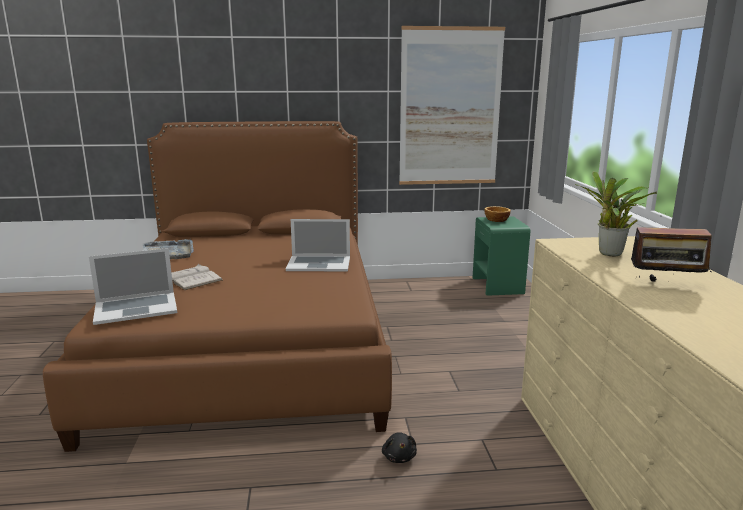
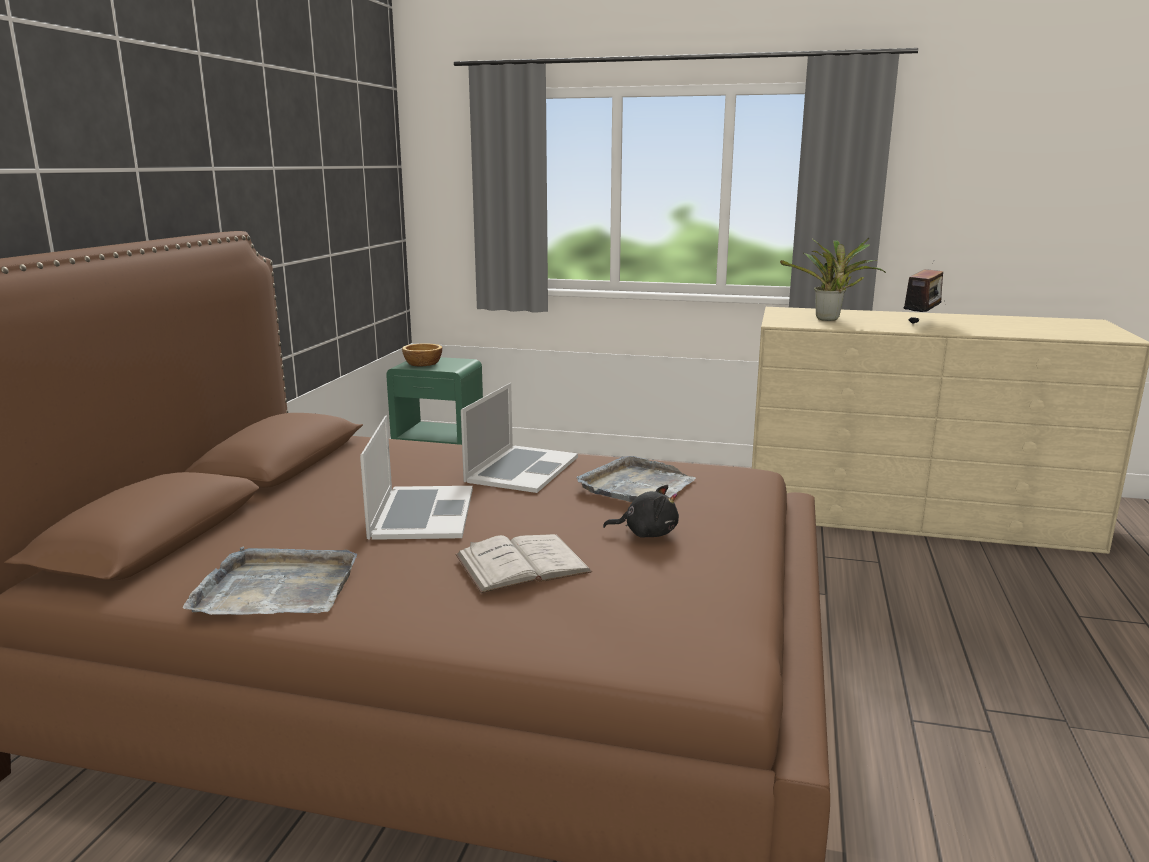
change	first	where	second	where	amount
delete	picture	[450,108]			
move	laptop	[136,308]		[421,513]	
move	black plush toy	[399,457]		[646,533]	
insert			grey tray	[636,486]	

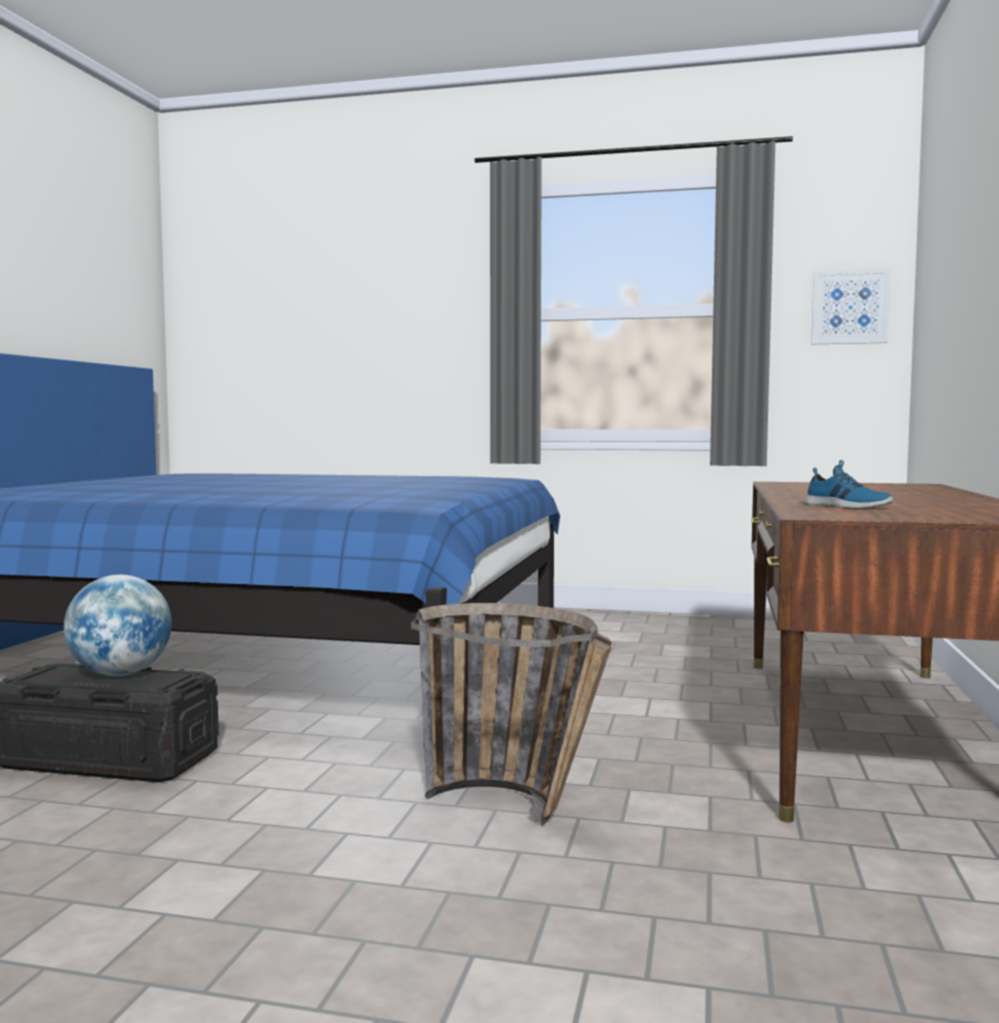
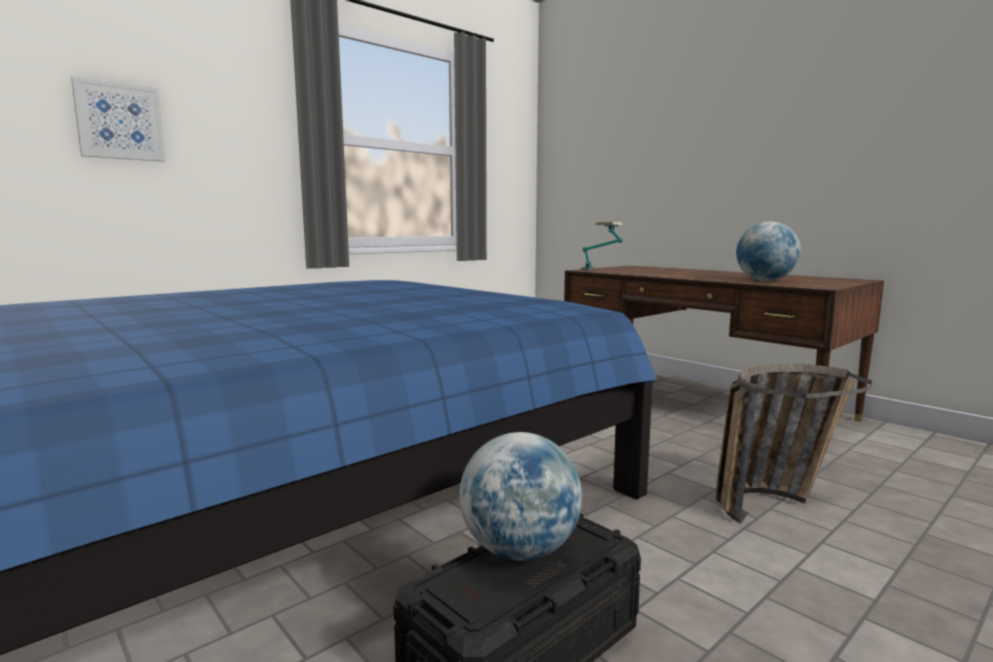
change	first	where	second	where	amount
move	picture	[850,307]		[120,121]	
replace	shoe	[846,506]	globe	[765,281]	
insert			table lamp	[601,271]	

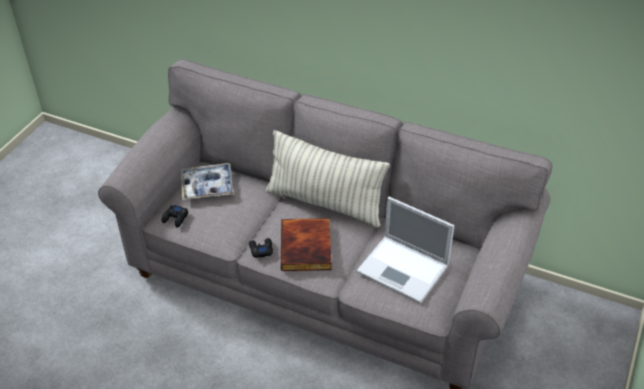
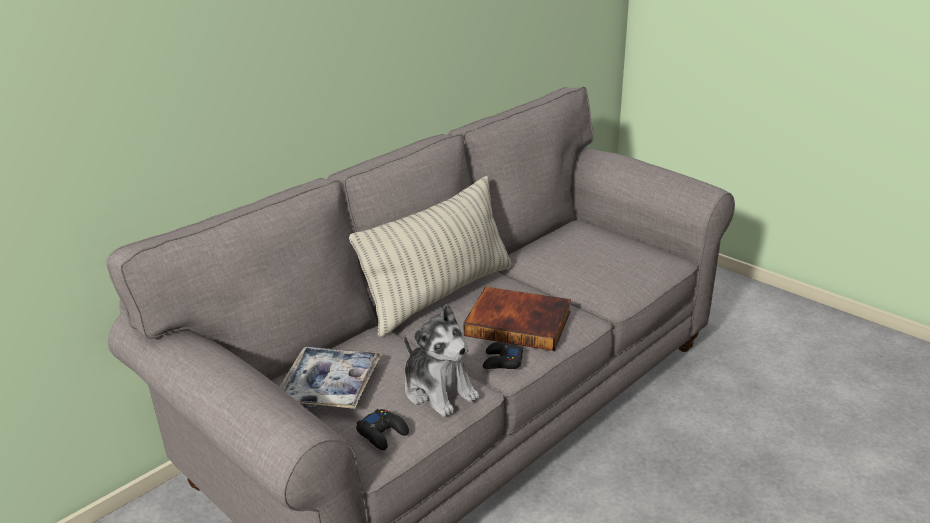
change	first	where	second	where	amount
delete	laptop	[404,269]			
insert			plush toy	[439,390]	

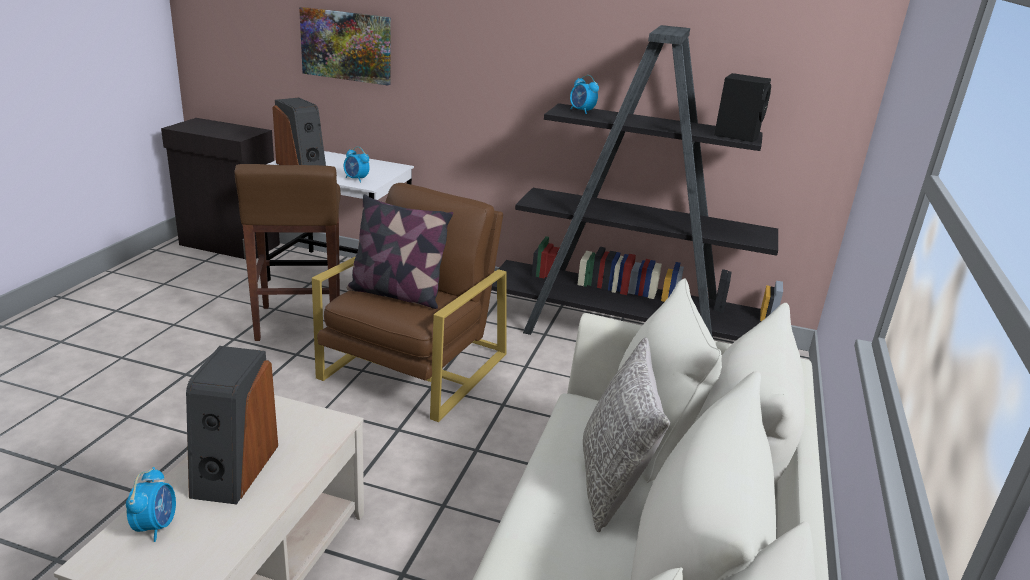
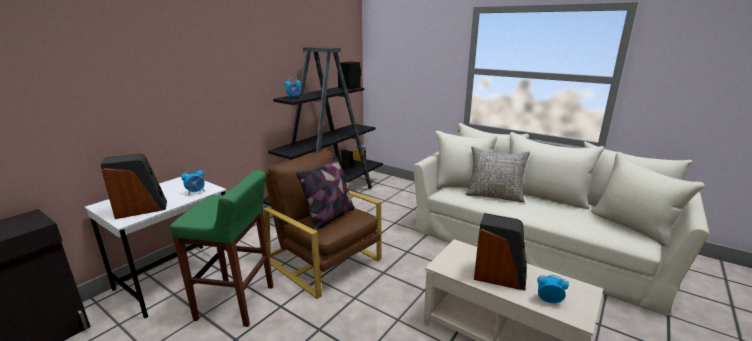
change	first	where	second	where	amount
delete	picture	[346,45]			
recolor	brown stool	[298,323]	green stool	[237,303]	

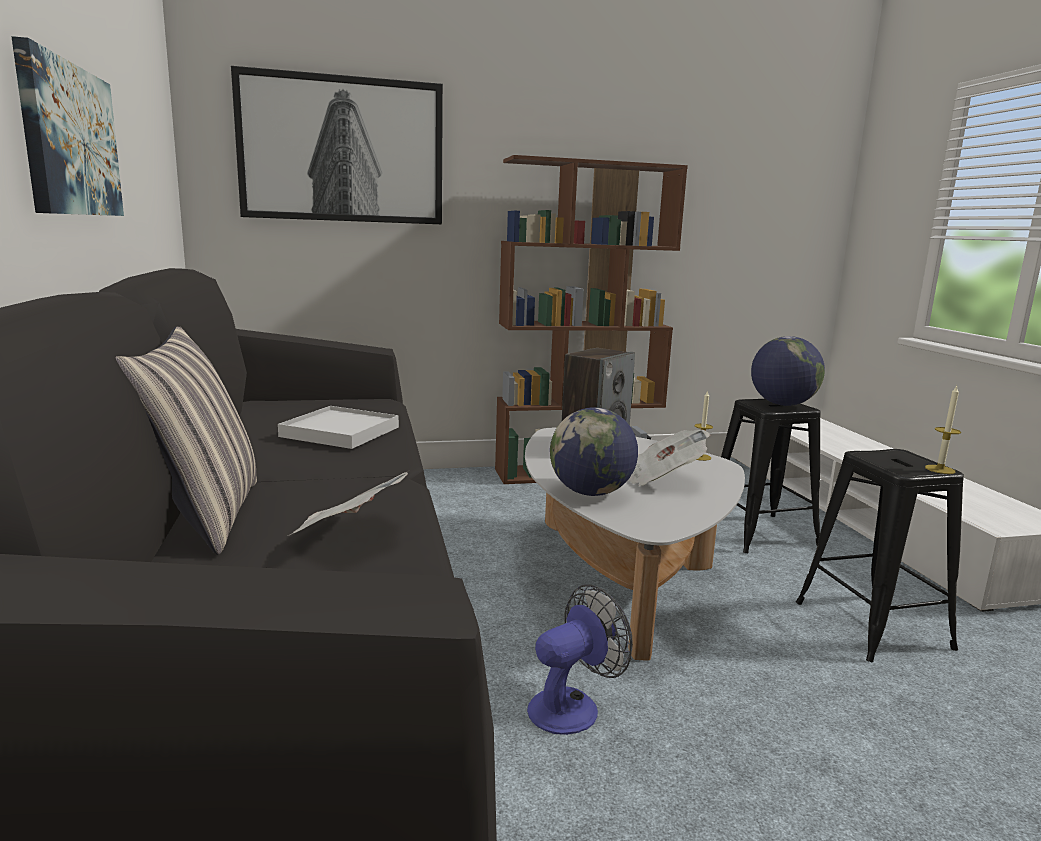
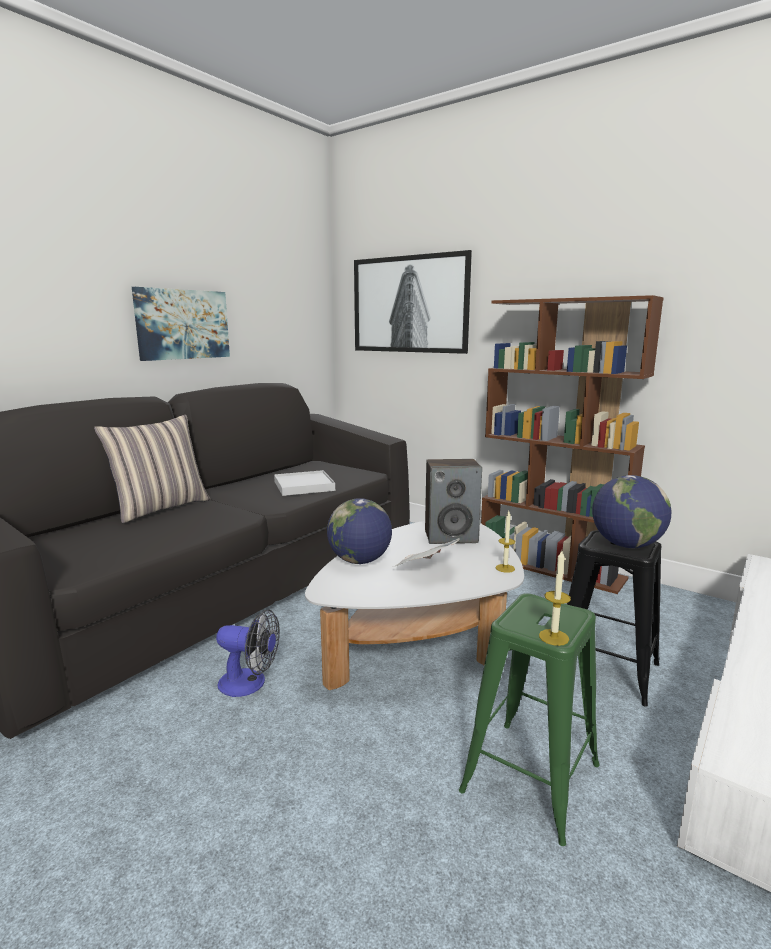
change	first	where	second	where	amount
recolor	black stool	[871,624]	green stool	[531,777]	
delete	newspaper	[348,534]			

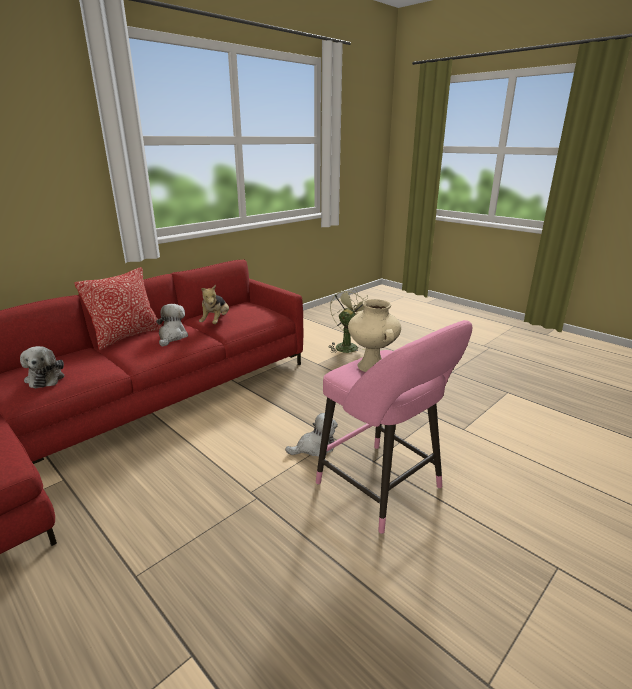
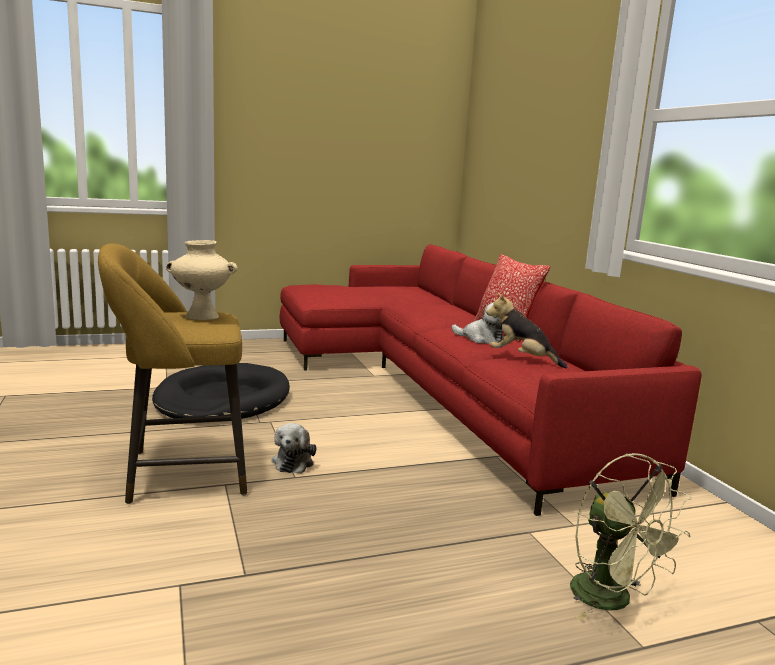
change	first	where	second	where	amount
recolor	pink stool	[384,489]	yellow stool	[179,473]	
delete	plush toy	[46,378]			
insert			black dog bed	[222,399]	

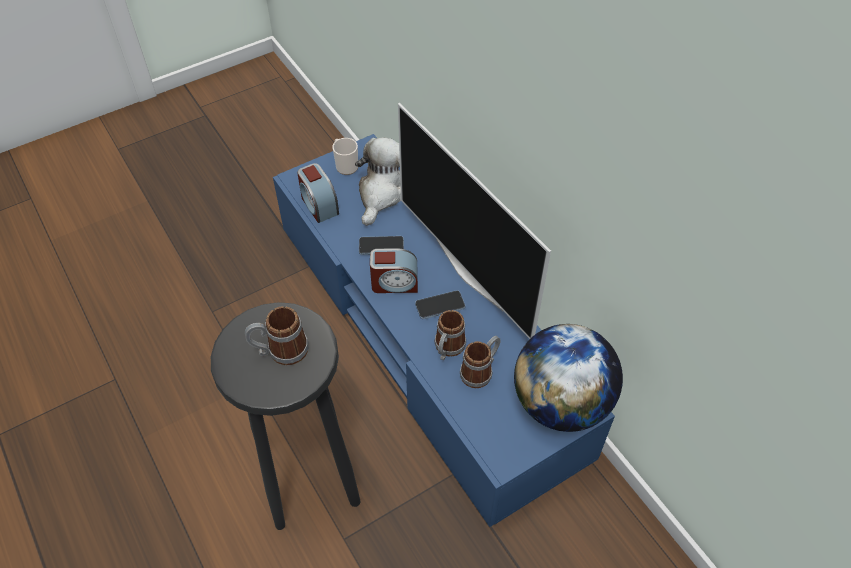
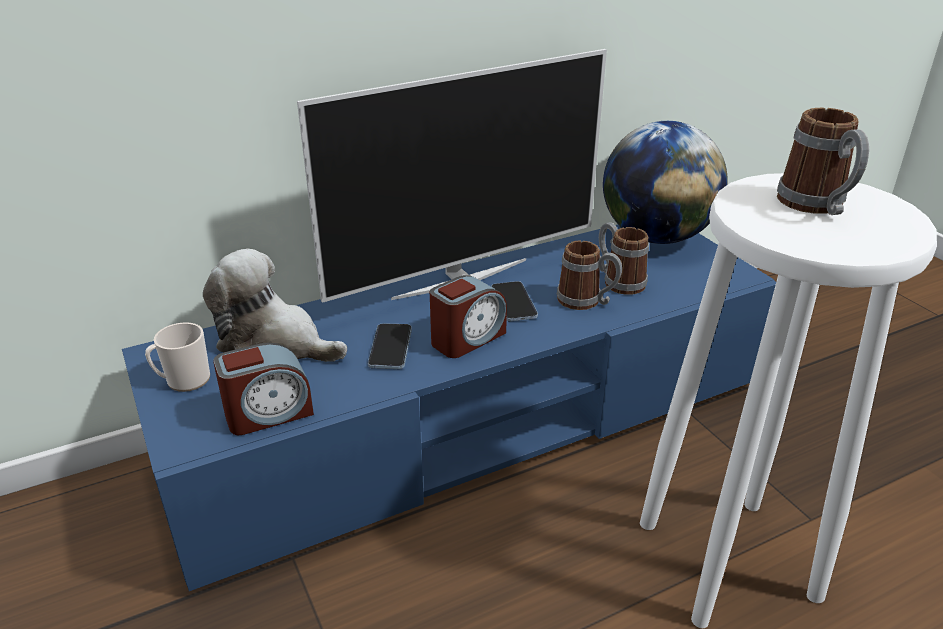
change	first	where	second	where	amount
rotate	alarm clock	[394,283]		[467,338]	45 degrees clockwise
recolor	black stool	[309,480]	white stool	[730,558]	

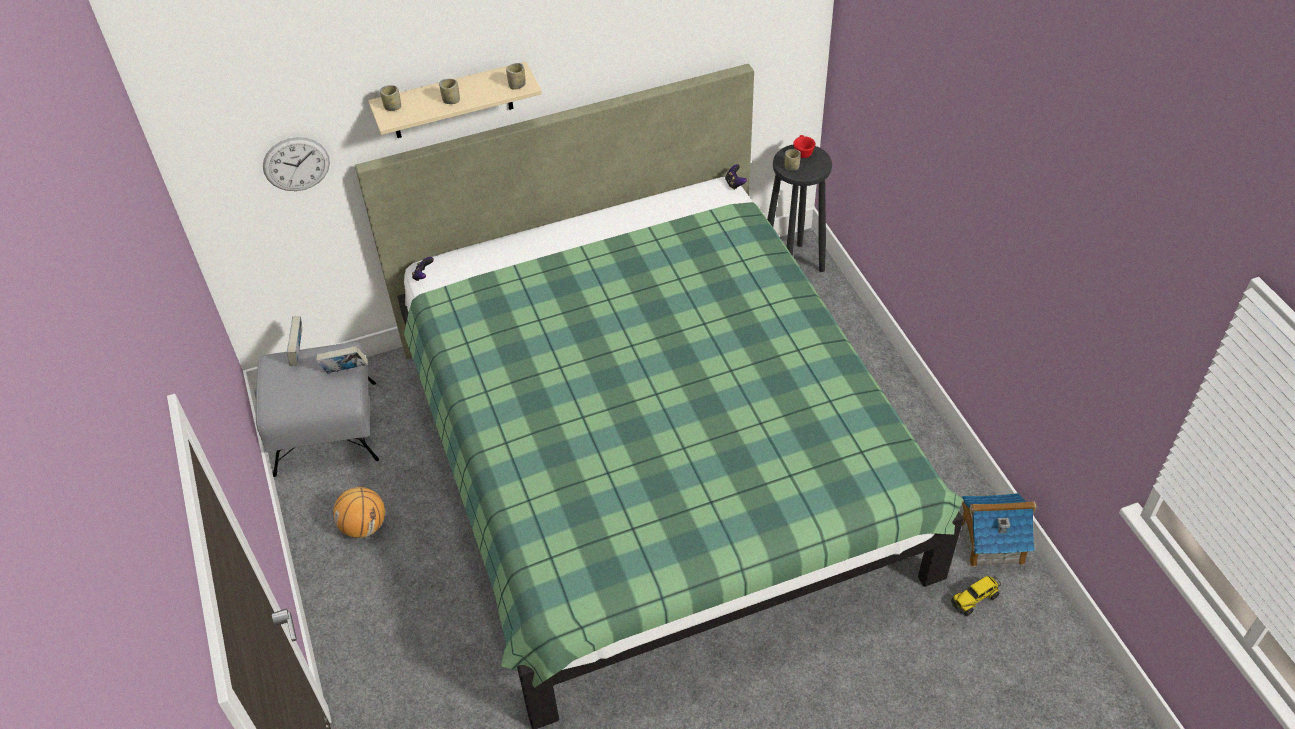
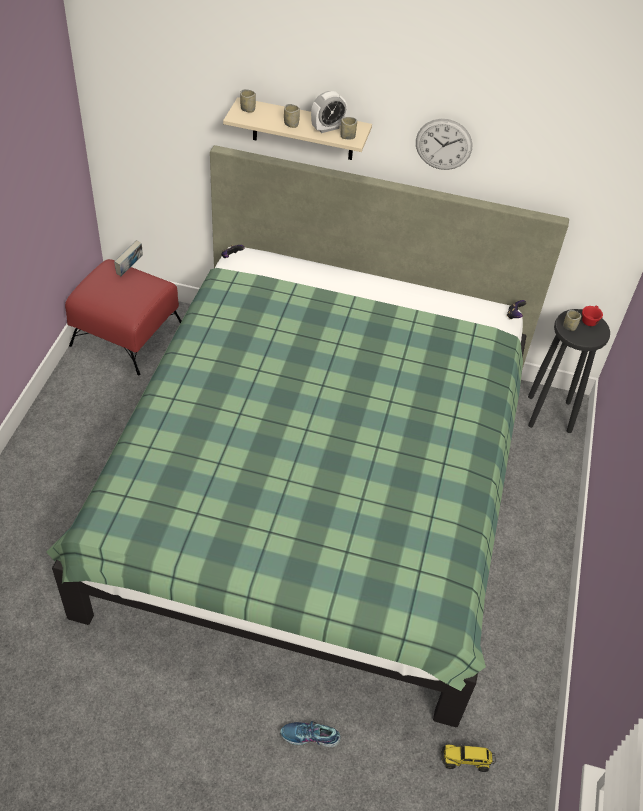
change	first	where	second	where	amount
move	wall clock	[296,164]		[443,144]	
recolor	grey ottoman	[327,428]	red ottoman	[127,335]	
delete	book	[345,371]			
delete	basketball	[364,526]			
delete	toy house	[991,541]			
insert			alarm clock	[327,128]	
insert			shoe	[310,737]	

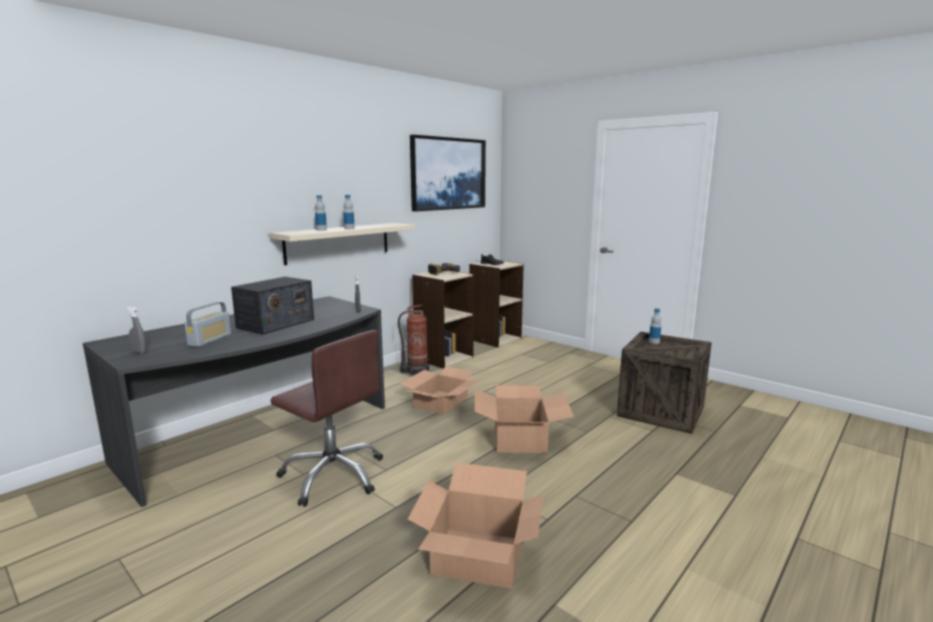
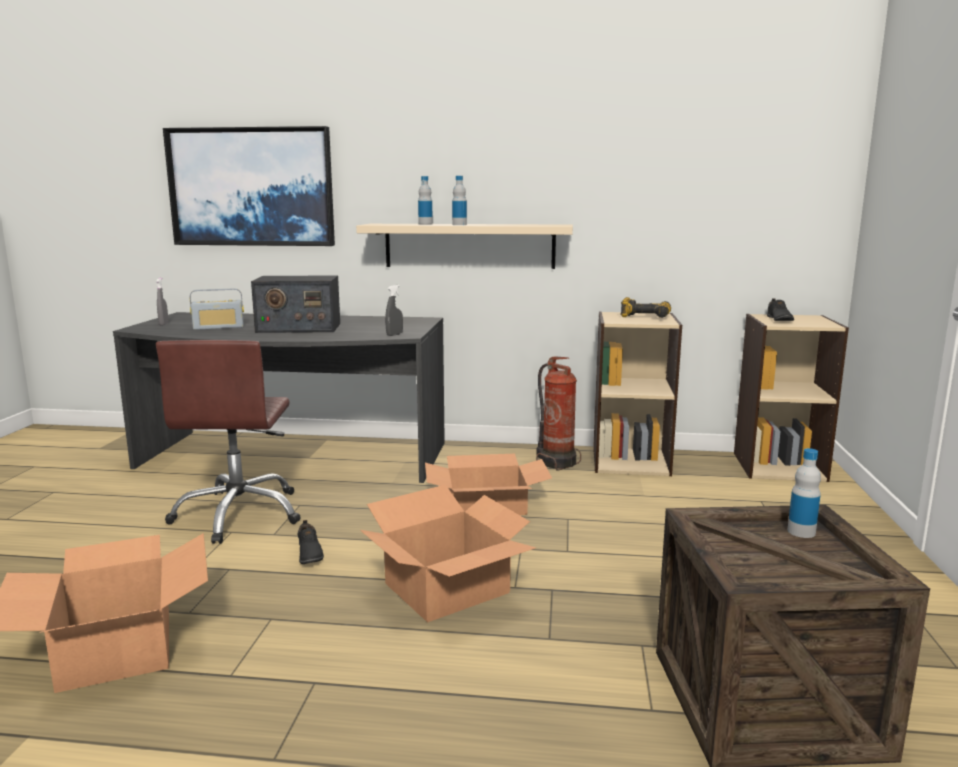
change	first	where	second	where	amount
move	picture	[448,174]		[251,187]	
insert			black shoe	[309,554]	

